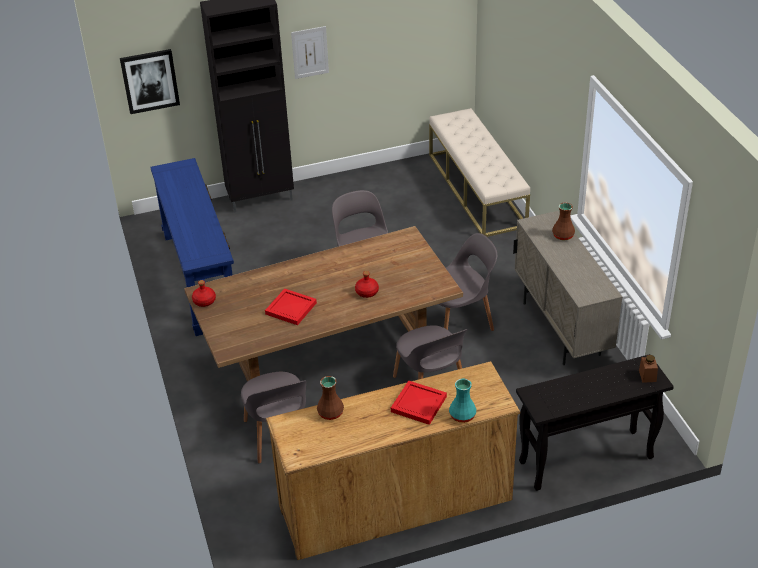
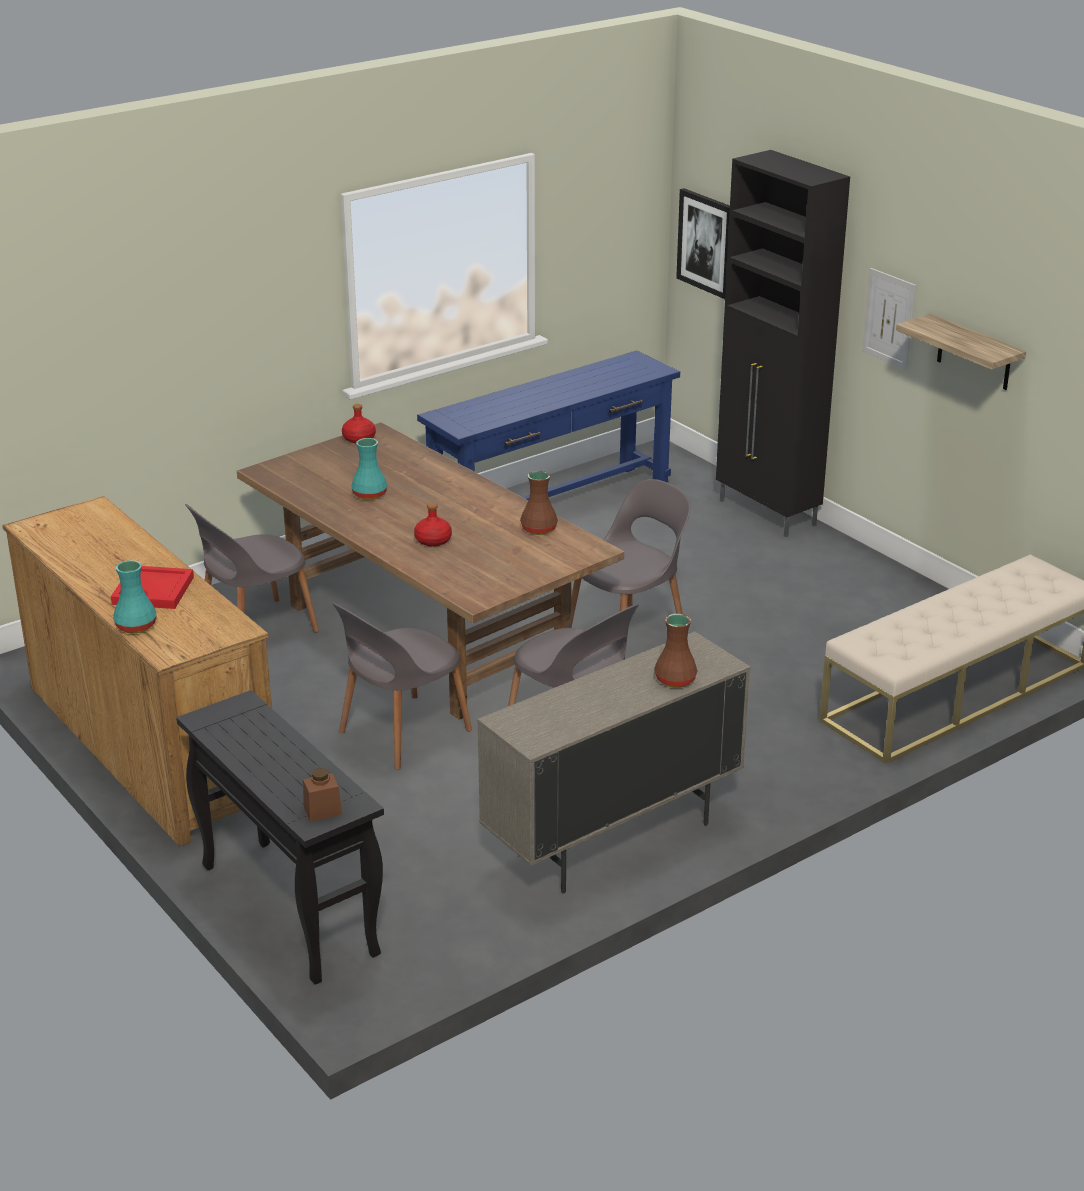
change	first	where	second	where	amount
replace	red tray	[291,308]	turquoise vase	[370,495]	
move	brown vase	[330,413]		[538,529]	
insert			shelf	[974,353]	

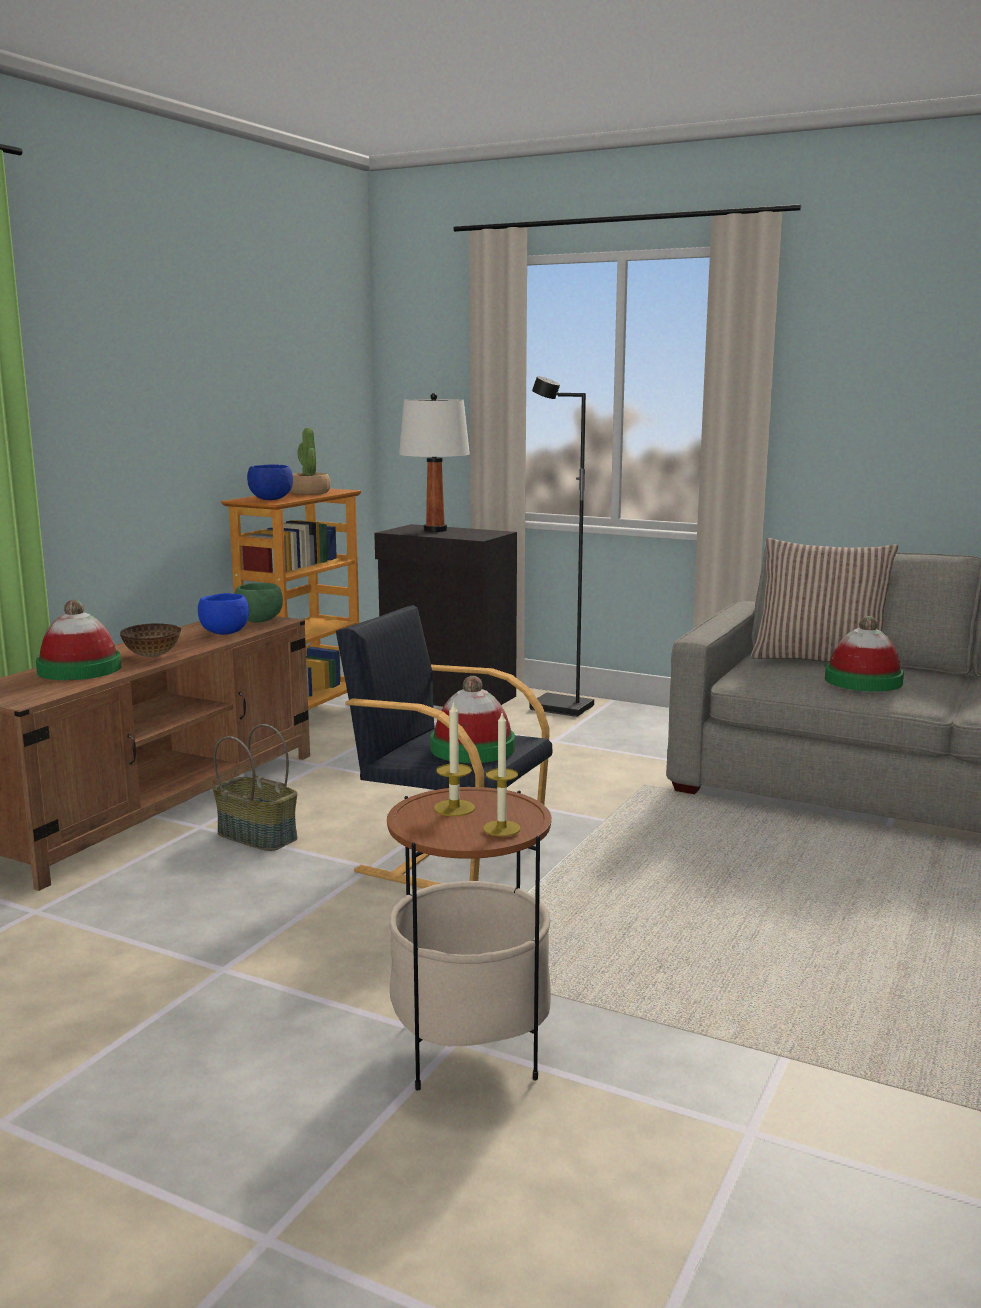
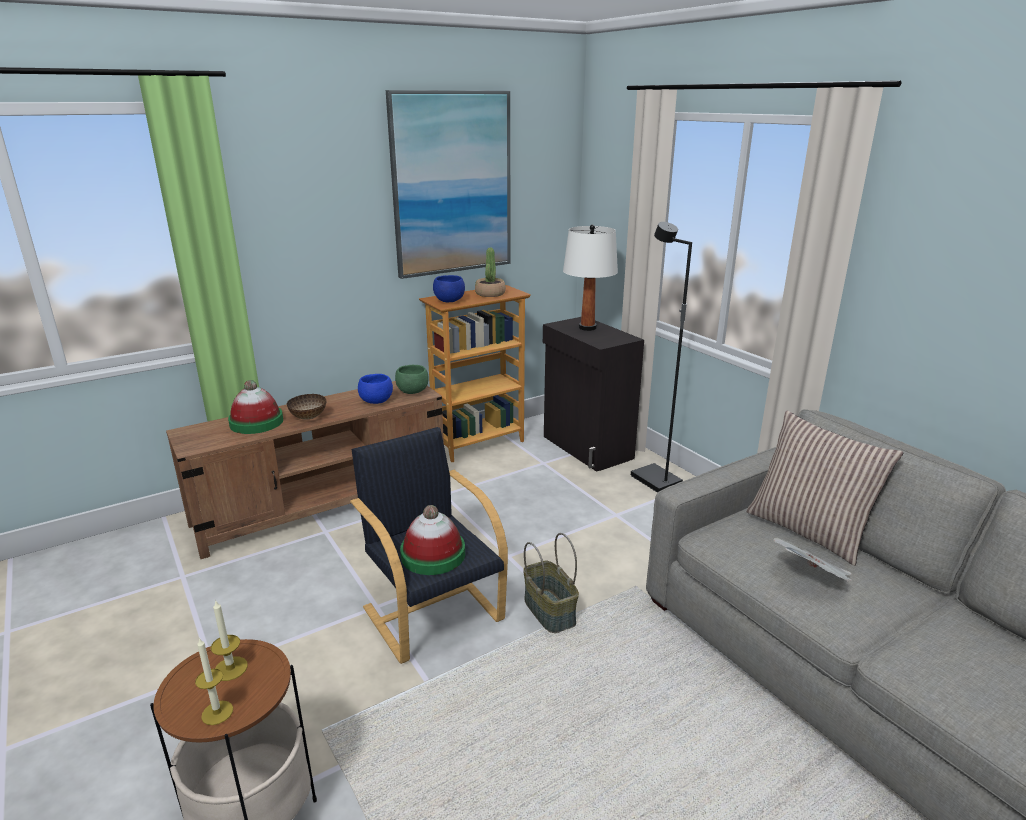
change	first	where	second	where	amount
replace	hat	[863,681]	newspaper	[812,577]	
move	basket	[258,836]		[550,611]	
insert			picture	[452,184]	

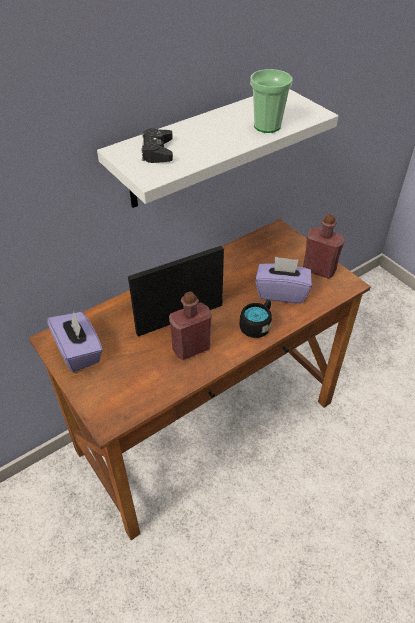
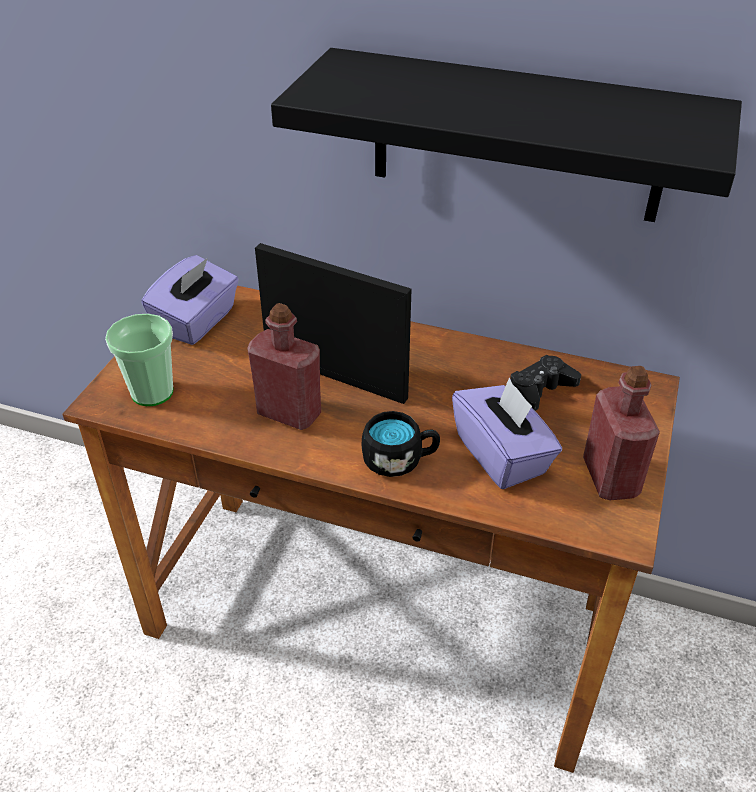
change	first	where	second	where	amount
move	cup	[267,126]		[152,392]	
recolor	white shelf	[198,148]	black shelf	[516,137]	
move	black game controller	[157,151]		[540,389]	

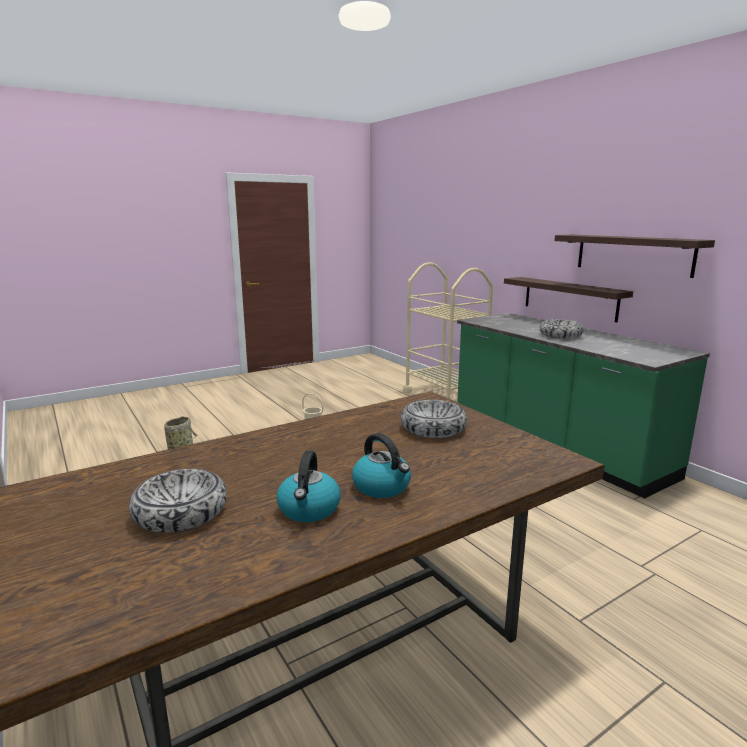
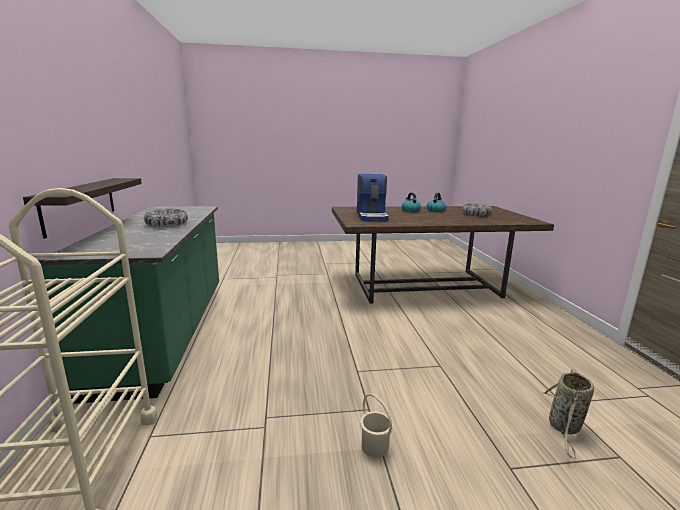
change	first	where	second	where	amount
delete	shelf	[633,254]			
replace	bowl	[433,428]	coffee machine	[372,217]	

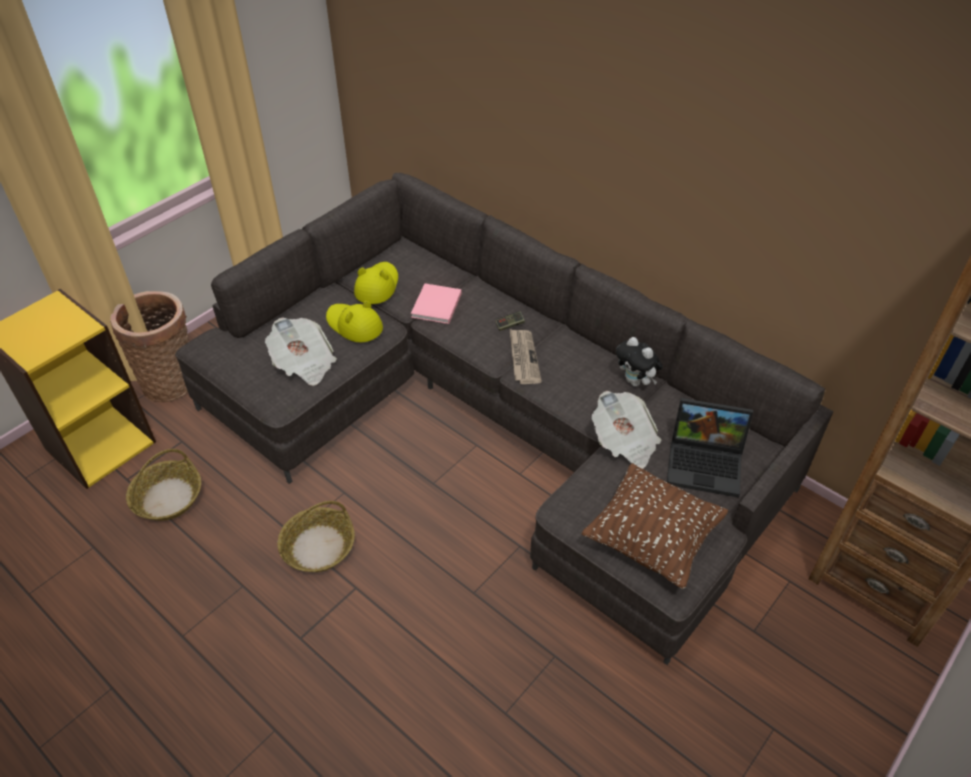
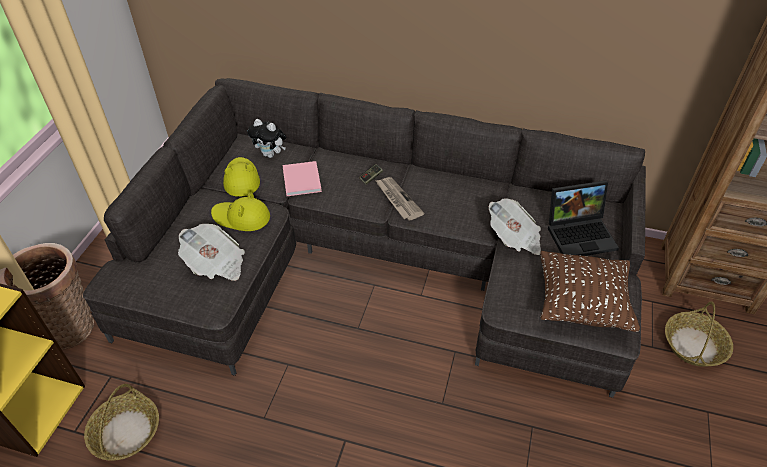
change	first	where	second	where	amount
move	plush toy	[636,382]		[271,154]	
move	basket	[318,547]		[694,345]	

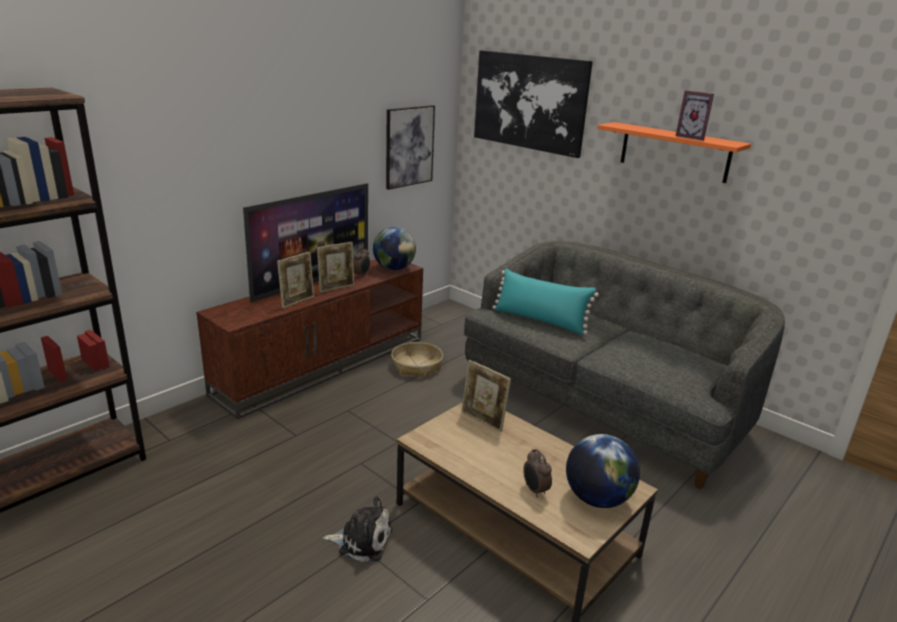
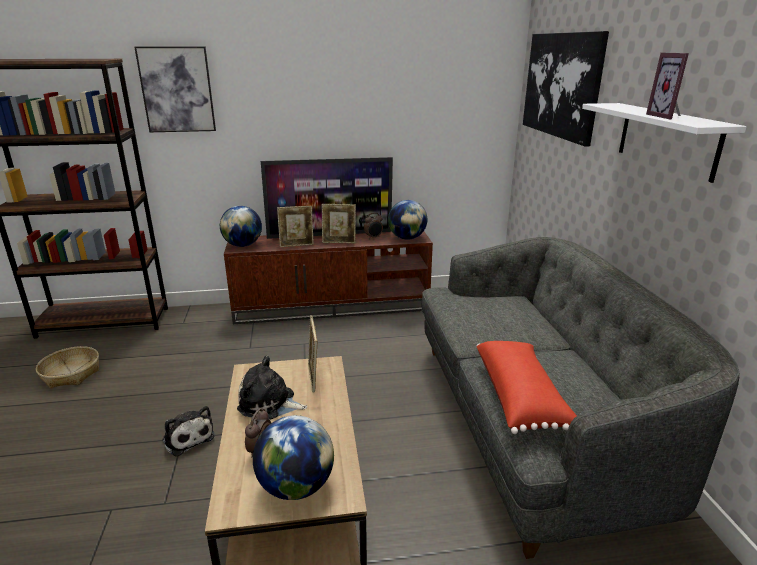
change	first	where	second	where	amount
move	picture	[409,146]		[177,90]	
recolor	orange shelf	[674,152]	white shelf	[666,139]	
delete	turquoise pillow	[540,320]			
move	basket	[417,366]		[71,374]	
insert			globe	[243,245]	
insert			red pillow	[521,398]	
insert			plush toy	[269,404]	

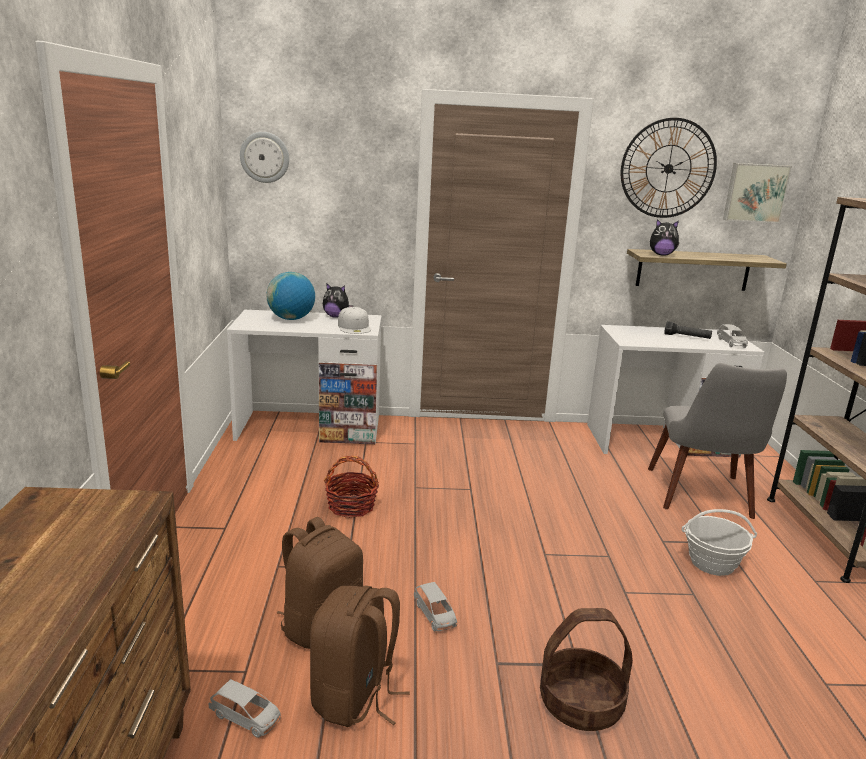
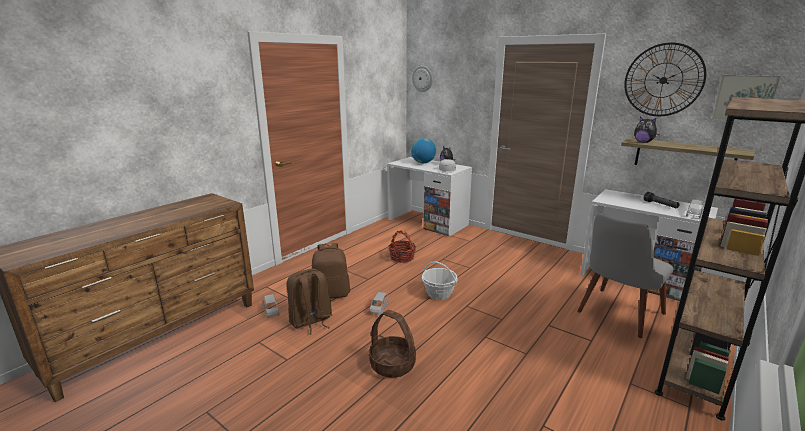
change	first	where	second	where	amount
move	basket	[712,563]		[439,293]	

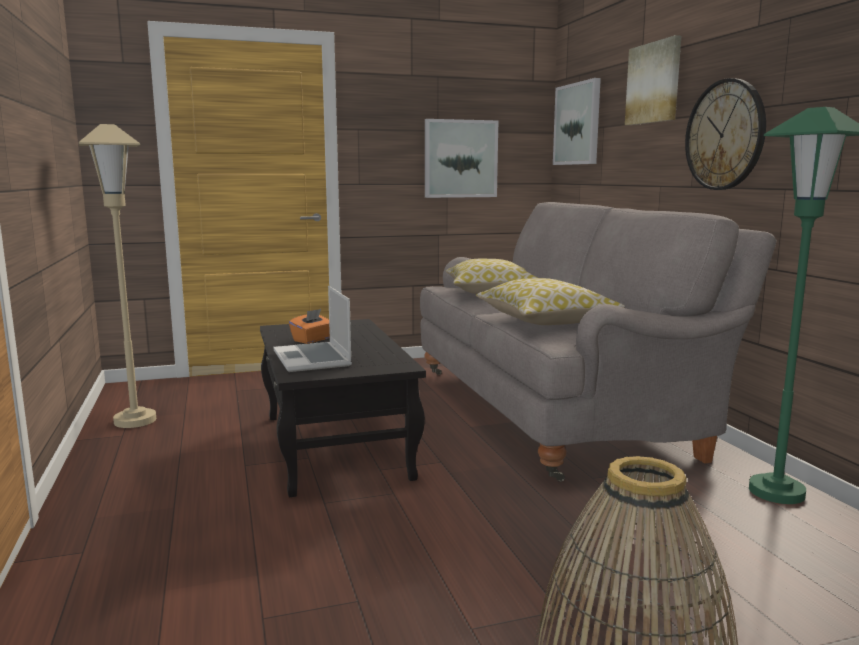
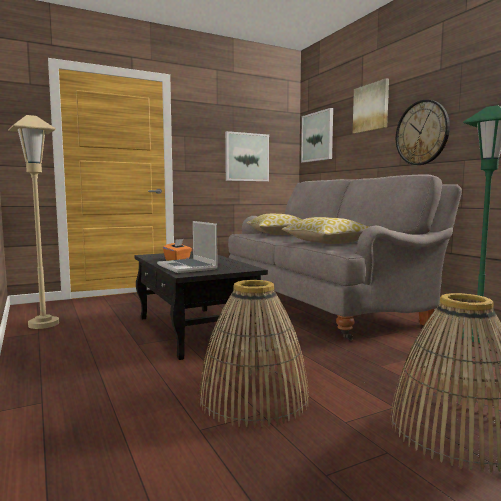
change	first	where	second	where	amount
insert			basket	[253,398]	

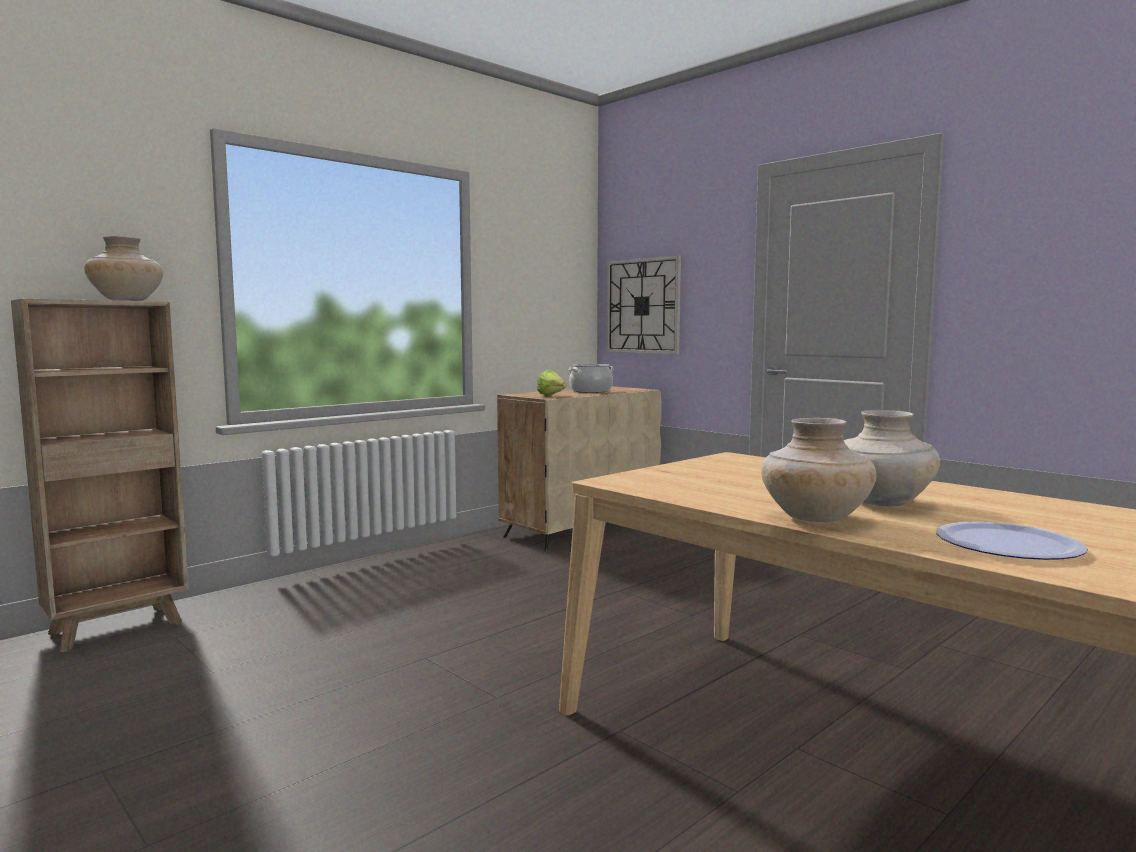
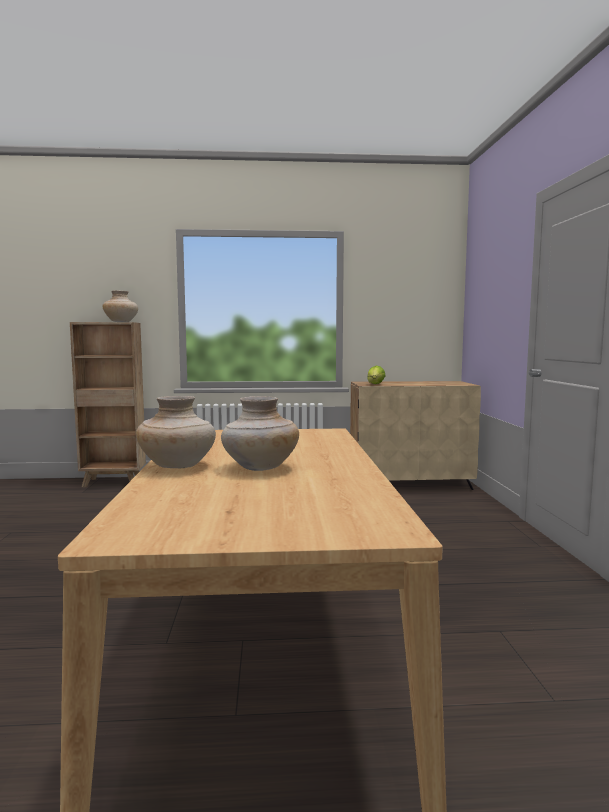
change	first	where	second	where	amount
delete	wall clock	[643,306]			
delete	cooking pot	[591,391]			
delete	plate	[1007,544]			

